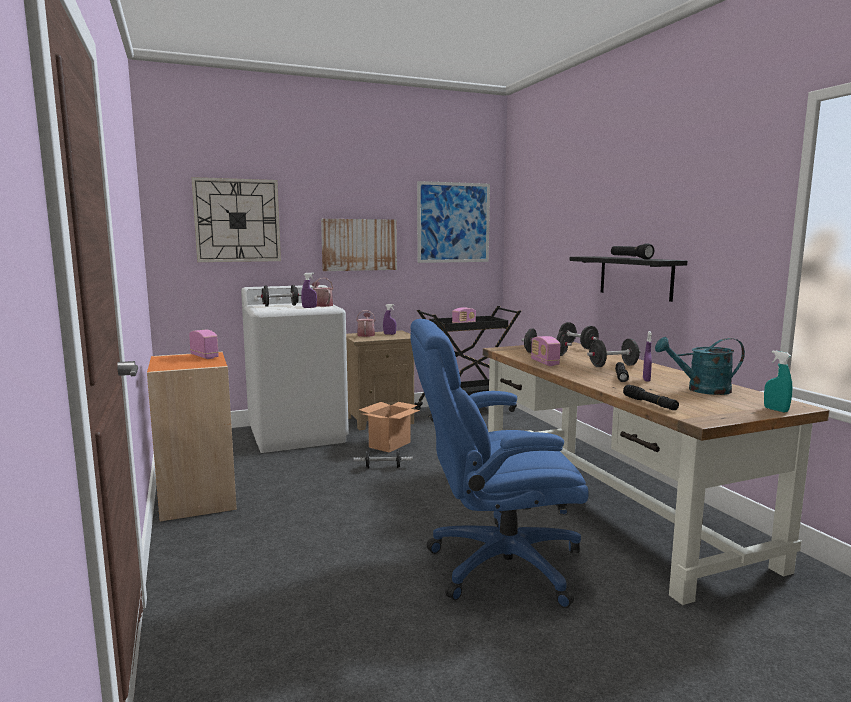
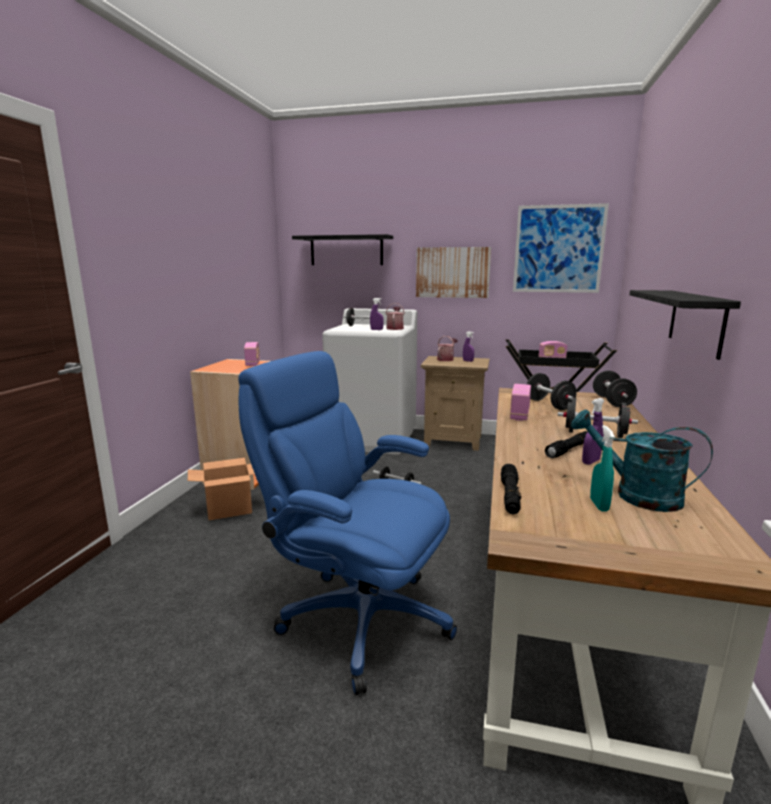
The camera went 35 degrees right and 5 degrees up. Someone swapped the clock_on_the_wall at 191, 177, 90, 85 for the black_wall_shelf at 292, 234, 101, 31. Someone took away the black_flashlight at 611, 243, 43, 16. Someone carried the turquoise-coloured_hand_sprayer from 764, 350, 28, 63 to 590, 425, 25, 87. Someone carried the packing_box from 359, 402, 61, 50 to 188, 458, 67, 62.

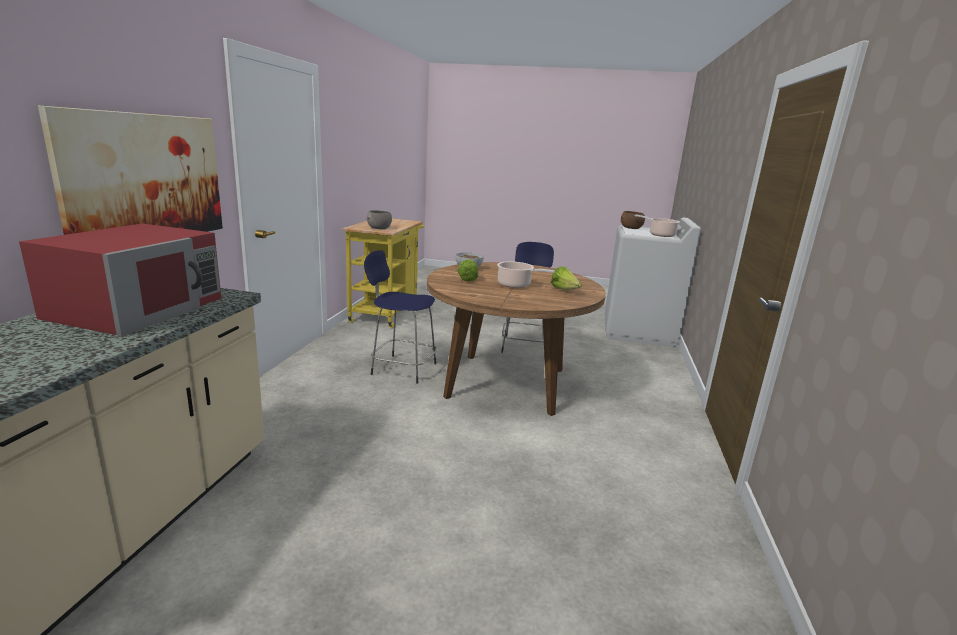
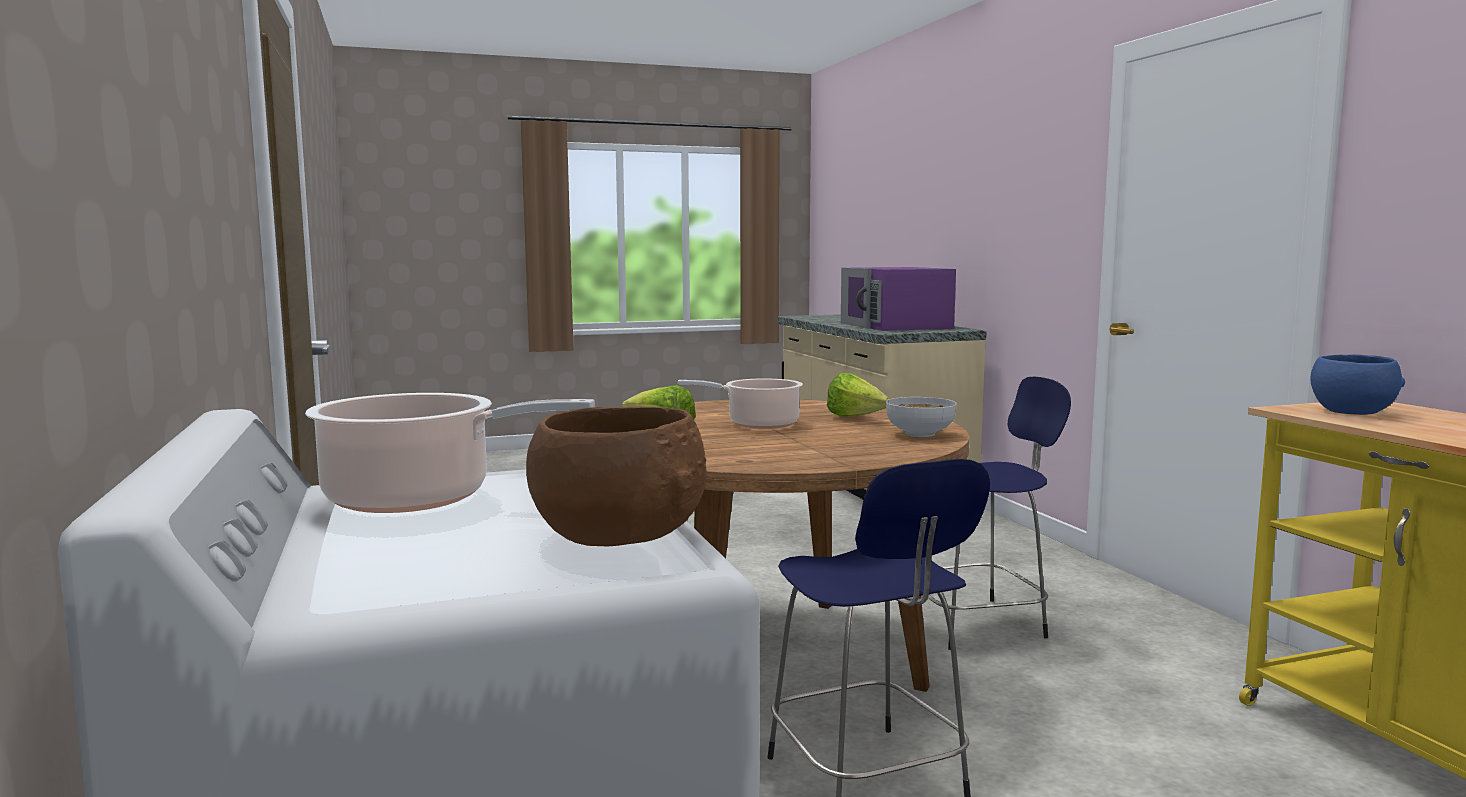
The camera went 150 degrees right and 10 degrees down. Someone took away the picture at 38, 106, 185, 129. Someone repainted the grey_bowl at 367, 210, 25, 19, which became the blue_bowl at 1310, 354, 95, 61. Someone repainted the red_microwave at 19, 223, 202, 113, which became the purple_microwave at 841, 267, 115, 64.

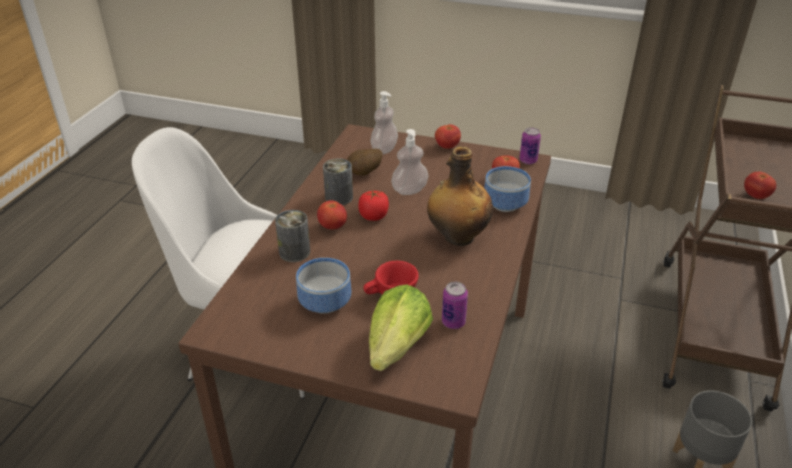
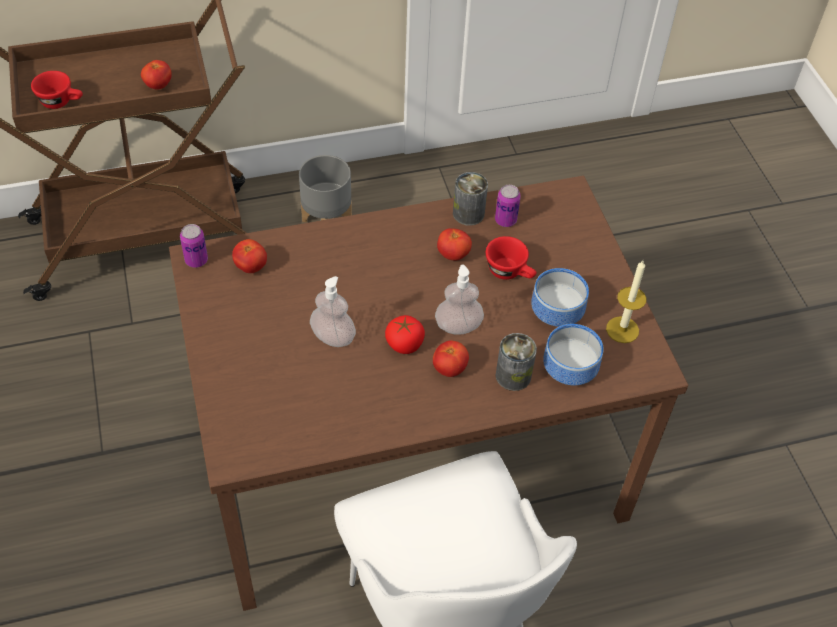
The camera went 125 degrees left and 15 degrees up. Someone carried the soap_dispenser from 371, 91, 27, 63 to 435, 265, 49, 70. Someone carried the whole_tomato from 435, 124, 26, 25 to 437, 228, 35, 33. Someone took away the drink_bottle at 427, 147, 66, 99. Someone took away the whole_potato at 347, 149, 35, 26. Someone carried the can from 323, 158, 30, 47 to 453, 172, 35, 54. Someone carried the bowl from 484, 166, 47, 46 to 543, 324, 61, 61. Someone took away the lettuce_head at 369, 284, 64, 87. Someone put down the red_drinking_cup at 31, 71, 52, 38. Someone put down the wax_candle at 606, 260, 41, 83.

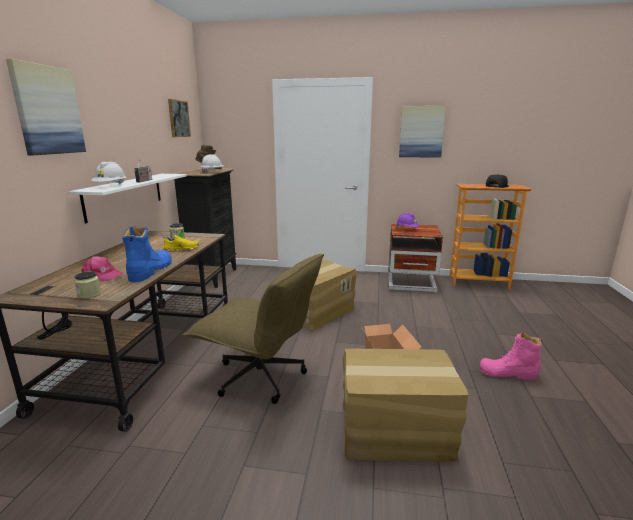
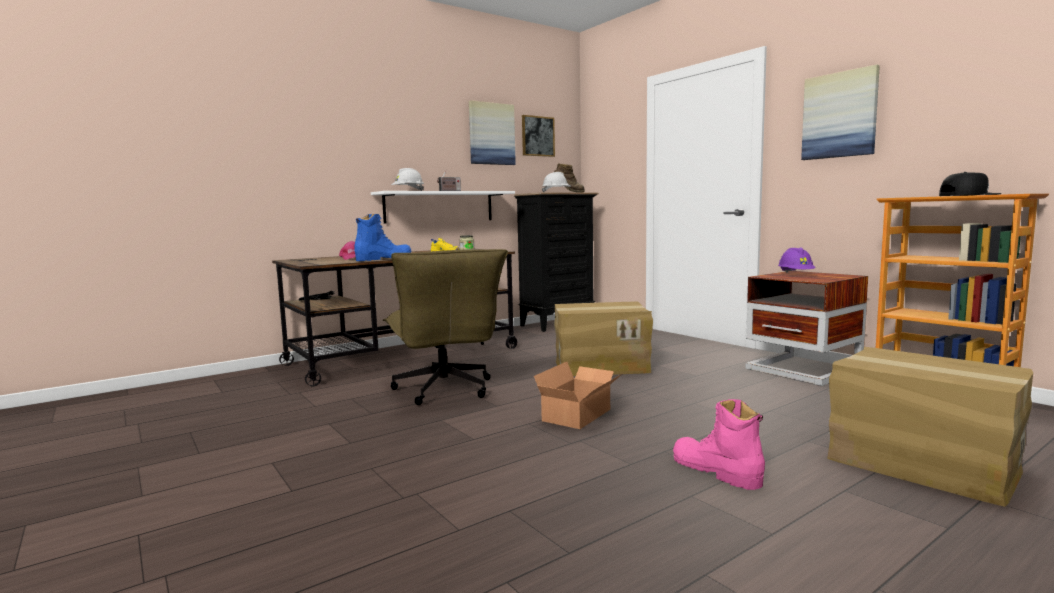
The camera went 45 degrees right and 10 degrees down. Someone carried the picture from 6, 59, 80, 96 to 469, 100, 47, 65. Someone took away the jar at 74, 271, 27, 28. Someone carried the packing_box from 343, 349, 125, 113 to 827, 347, 206, 160.

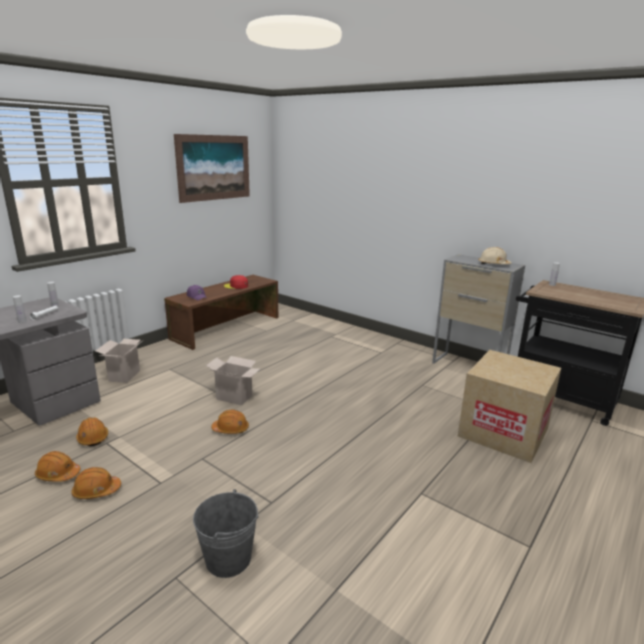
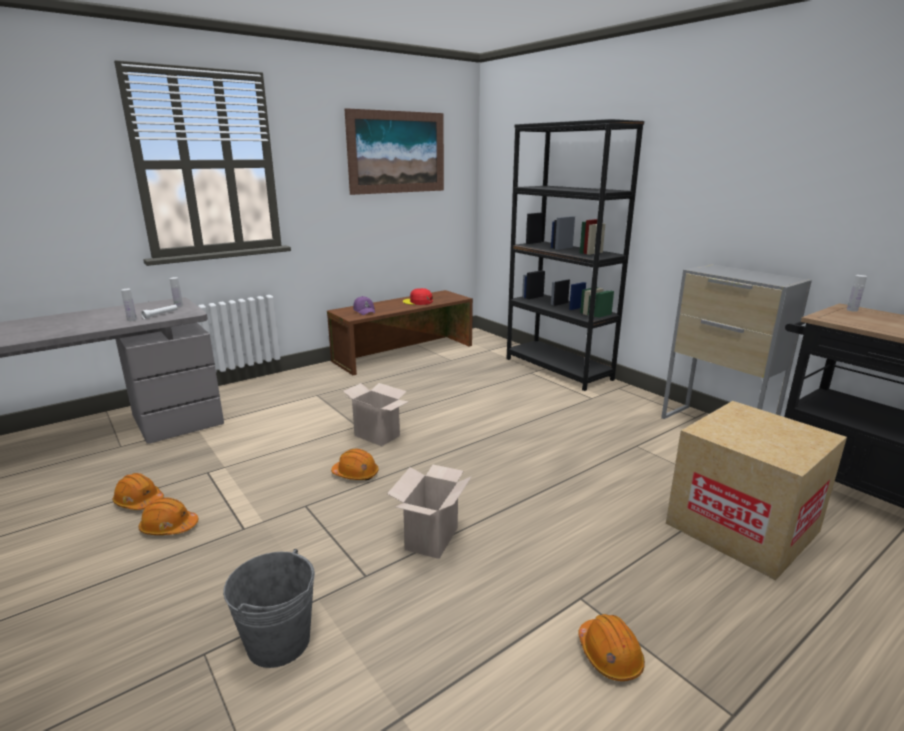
The camera went 15 degrees right and 0 degrees up. Someone took away the sand-coloured_hard_hat at 478, 247, 34, 17. Someone carried the packing_box from 96, 339, 46, 44 to 387, 465, 85, 94. Someone carried the orangey_hard_hat from 76, 417, 32, 29 to 578, 614, 67, 67. Someone put down the black_bookcase at 507, 119, 137, 272.

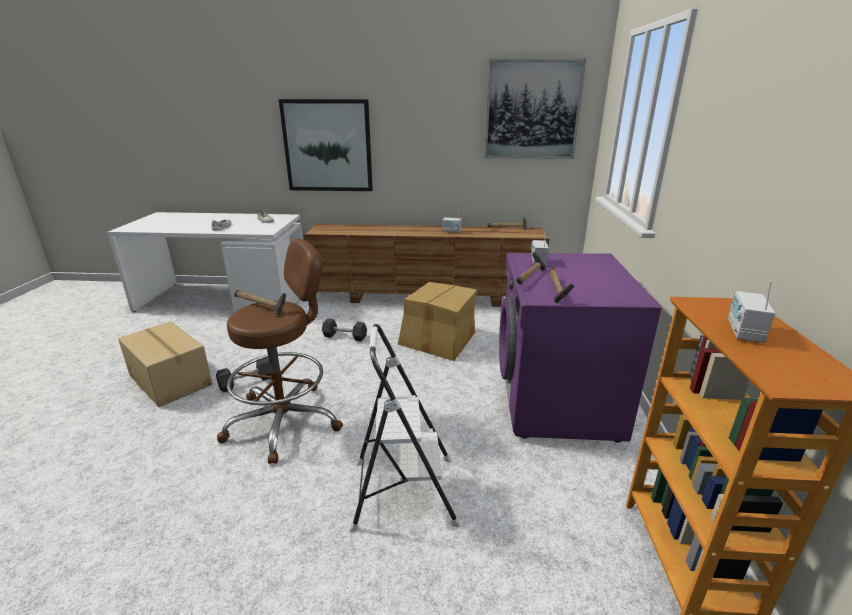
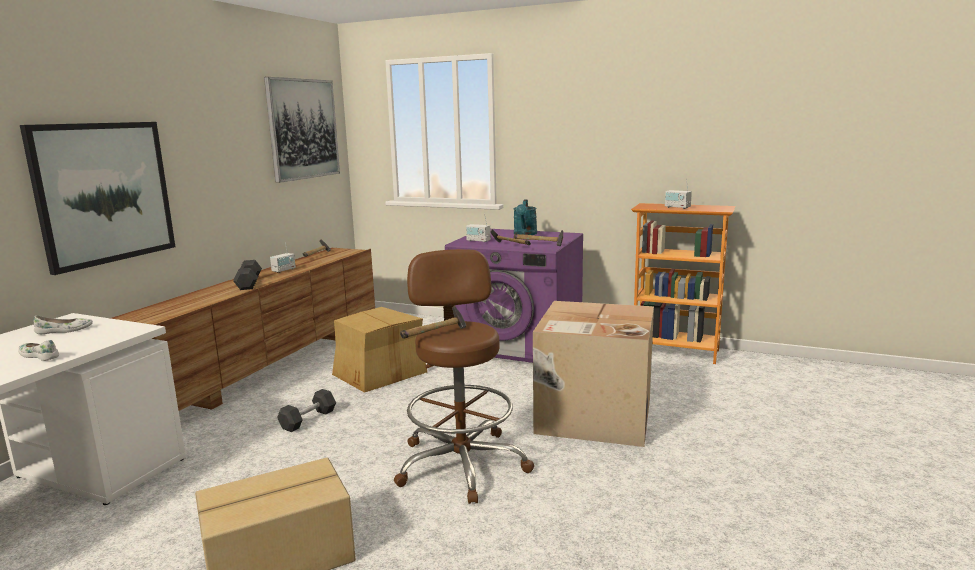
The camera went 70 degrees left and 10 degrees down. Someone swapped the white-coloured_stepladder at 348, 324, 114, 208 for the packing_box at 533, 301, 121, 146. Someone carried the black_free_weight from 216, 358, 55, 35 to 233, 260, 29, 30. Someone put down the turquoise-coloured_watering_can at 514, 200, 23, 35.

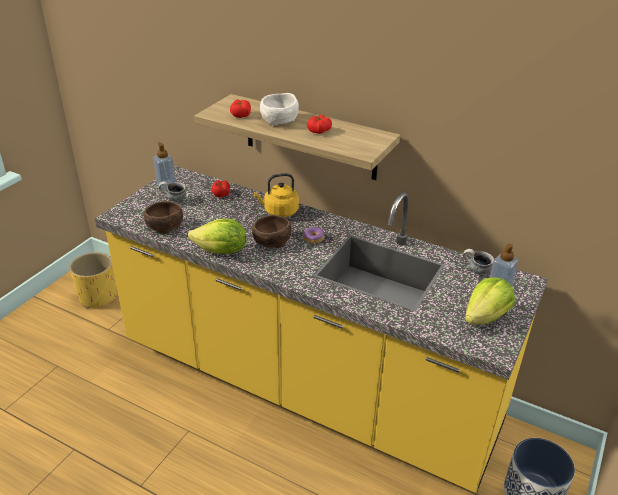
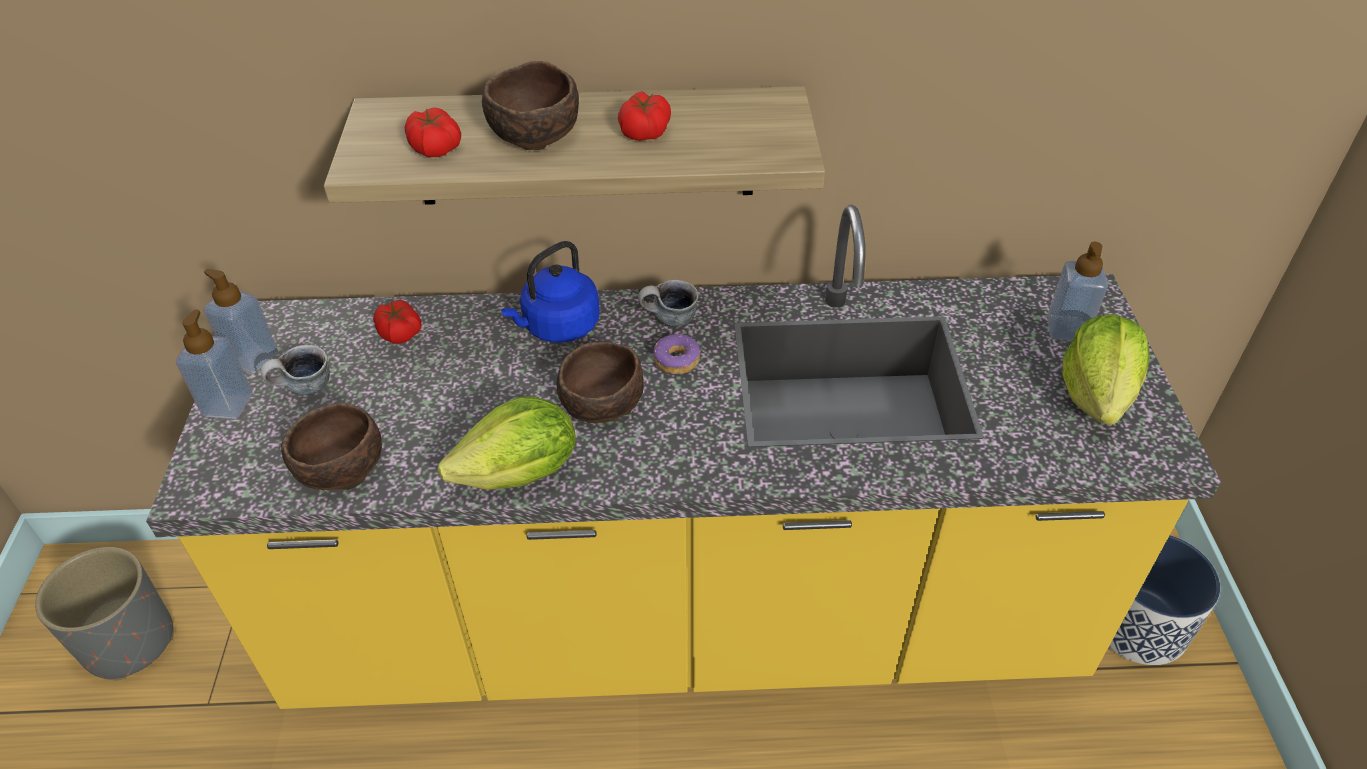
The camera went 30 degrees left and 10 degrees up. Someone repainted the white-coloured_bowl at 260, 93, 39, 33, which became the brown-coloured_bowl at 482, 61, 97, 89. Someone repainted the yellowish_kettle at 254, 173, 45, 44, which became the blue_kettle at 501, 241, 99, 102. Someone carried the coffee_mug from 463, 249, 31, 25 to 638, 280, 61, 47. Someone repainted the yellowish_planter at 70, 252, 47, 56, which became the grey_planter at 35, 547, 139, 133. Someone put down the soap_dispenser at 176, 310, 76, 109.

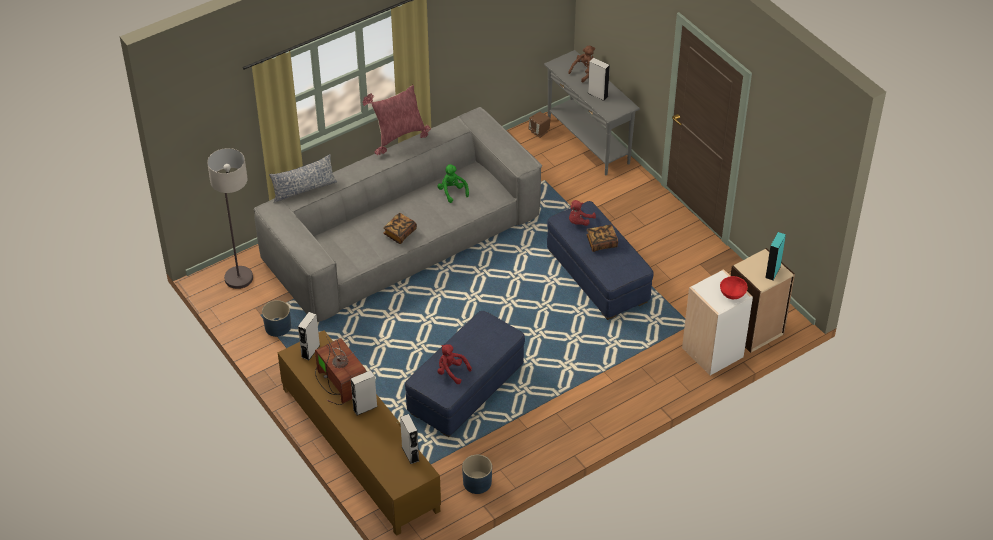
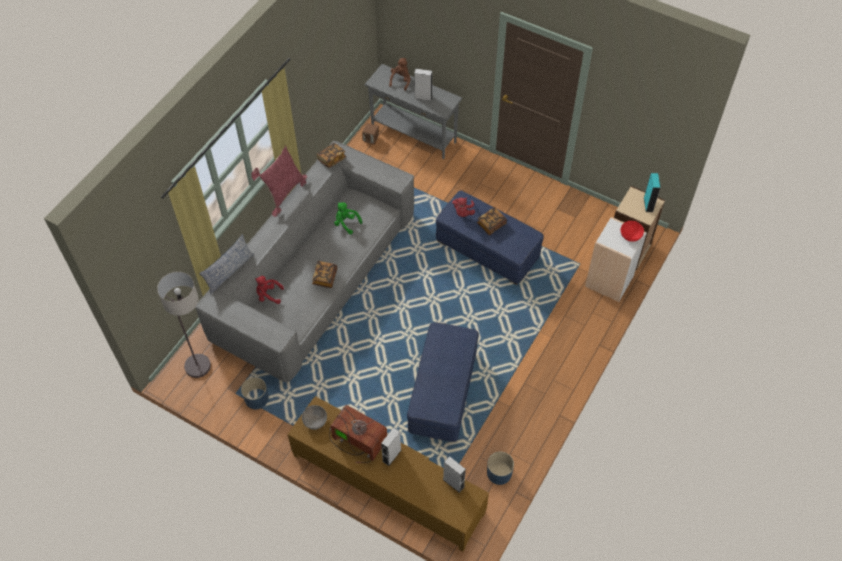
The camera went 25 degrees left and 10 degrees up. Someone swapped the grey_loudspeaker at 298, 312, 22, 48 for the grey_bowl at 302, 405, 25, 25. Someone carried the red_cuddly_toy from 438, 344, 34, 40 to 255, 276, 29, 28. Someone put down the volume at 317, 143, 29, 25.

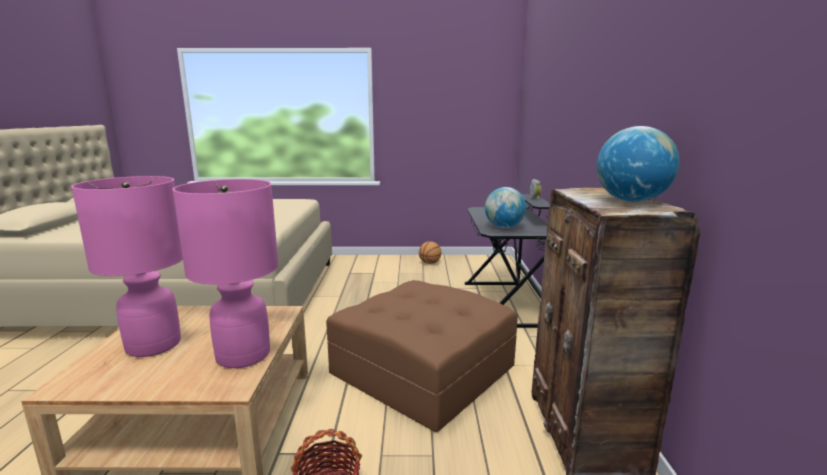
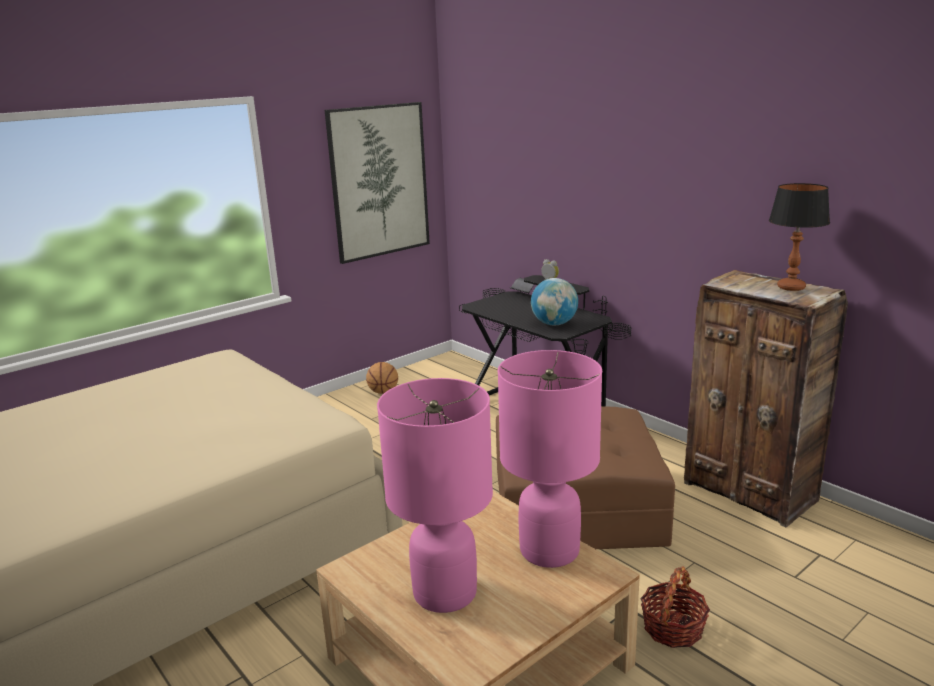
The camera went 40 degrees left and 5 degrees up. Someone swapped the world_globe at 596, 126, 84, 76 for the lamp_for_a_table at 769, 183, 61, 108. Someone put up the picture at 325, 102, 105, 162.

